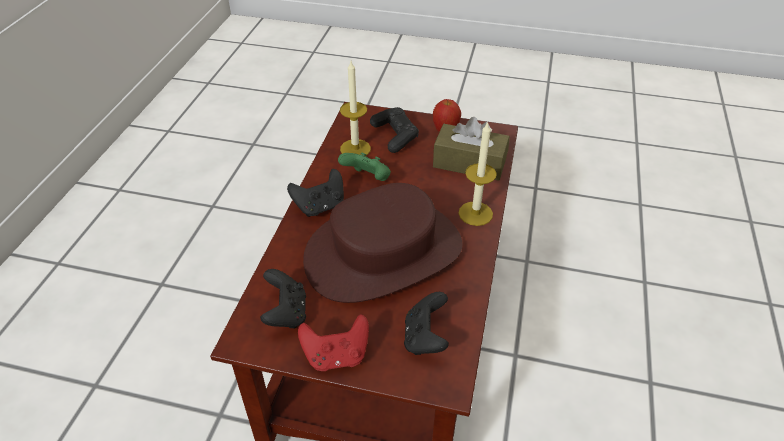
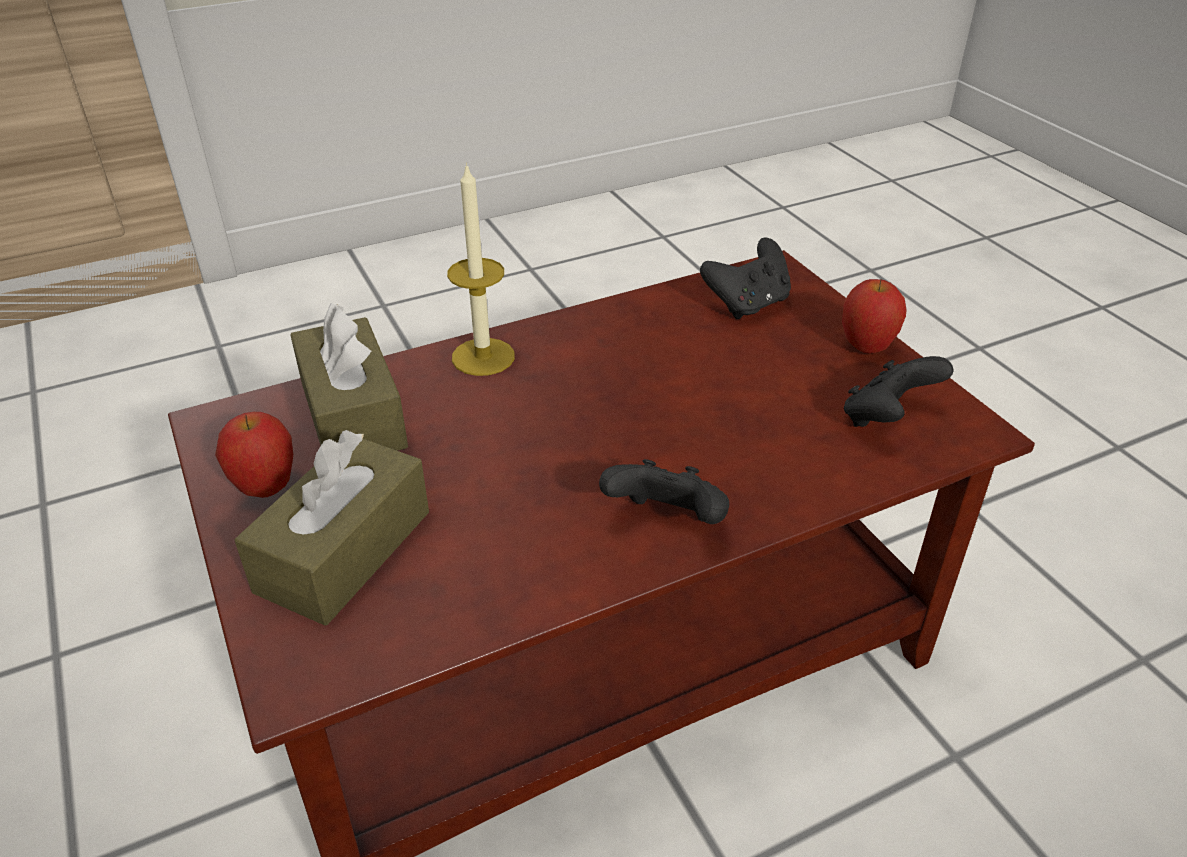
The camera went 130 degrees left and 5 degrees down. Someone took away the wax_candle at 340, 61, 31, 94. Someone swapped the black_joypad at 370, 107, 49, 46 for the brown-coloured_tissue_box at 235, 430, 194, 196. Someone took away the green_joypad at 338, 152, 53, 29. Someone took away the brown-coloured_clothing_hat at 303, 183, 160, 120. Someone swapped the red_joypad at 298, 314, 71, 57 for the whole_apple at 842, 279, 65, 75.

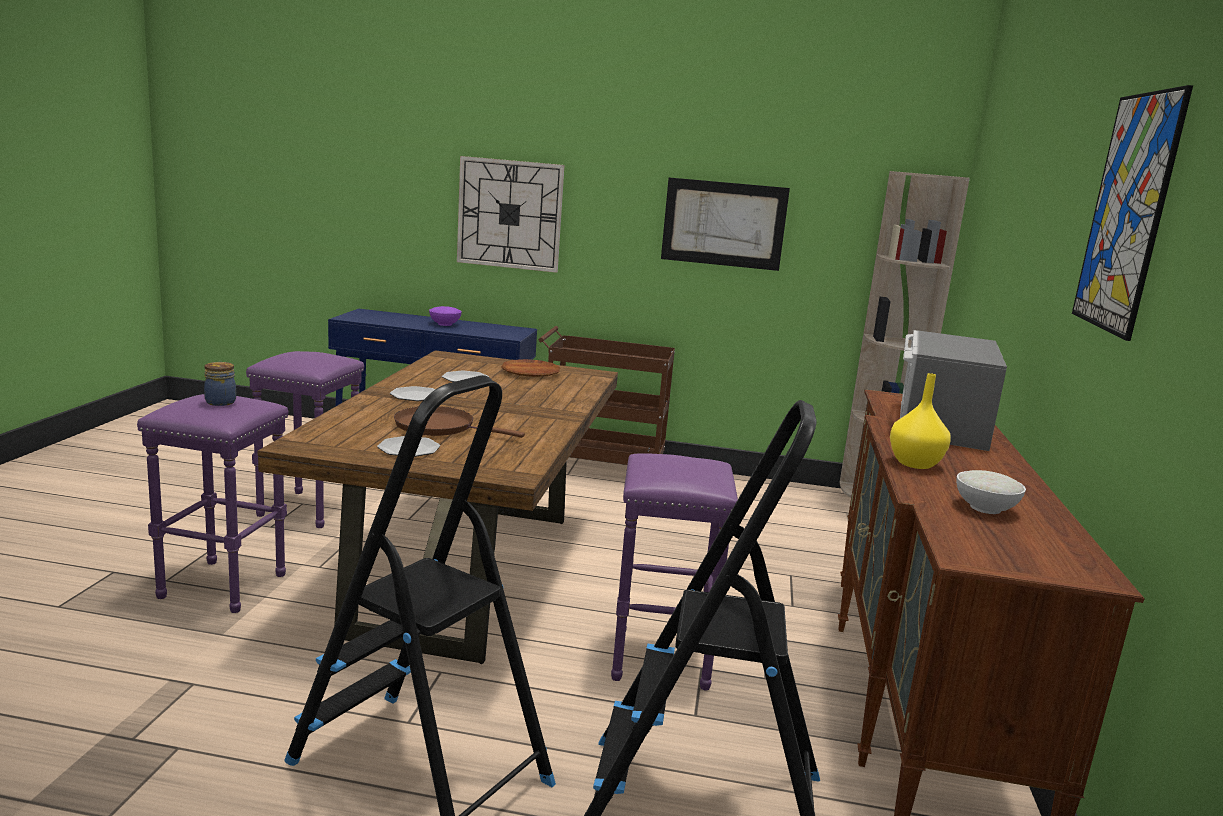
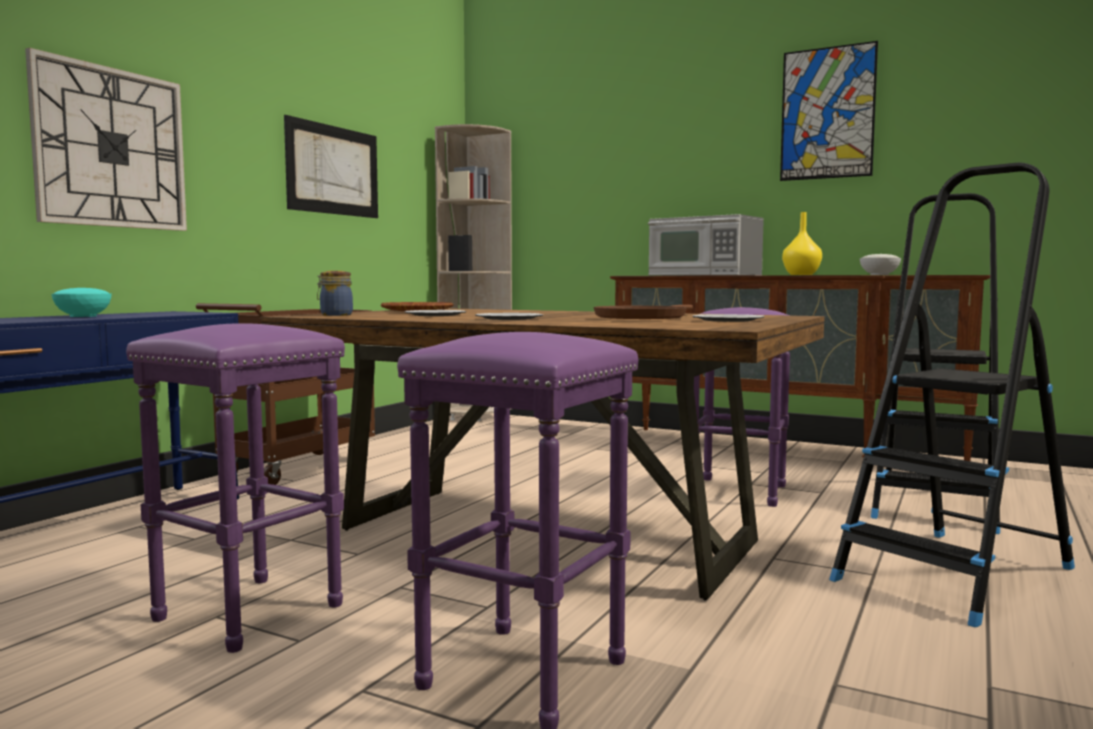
The camera went 70 degrees left and 10 degrees down. Someone repainted the purple_bowl at 429, 306, 33, 20, which became the turquoise-coloured_bowl at 51, 288, 61, 29. Someone carried the jar from 204, 362, 32, 44 to 317, 271, 36, 45.

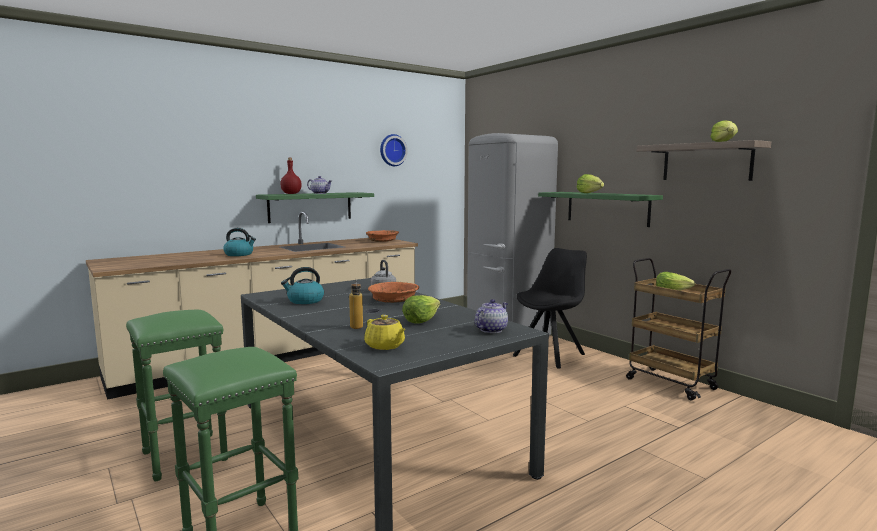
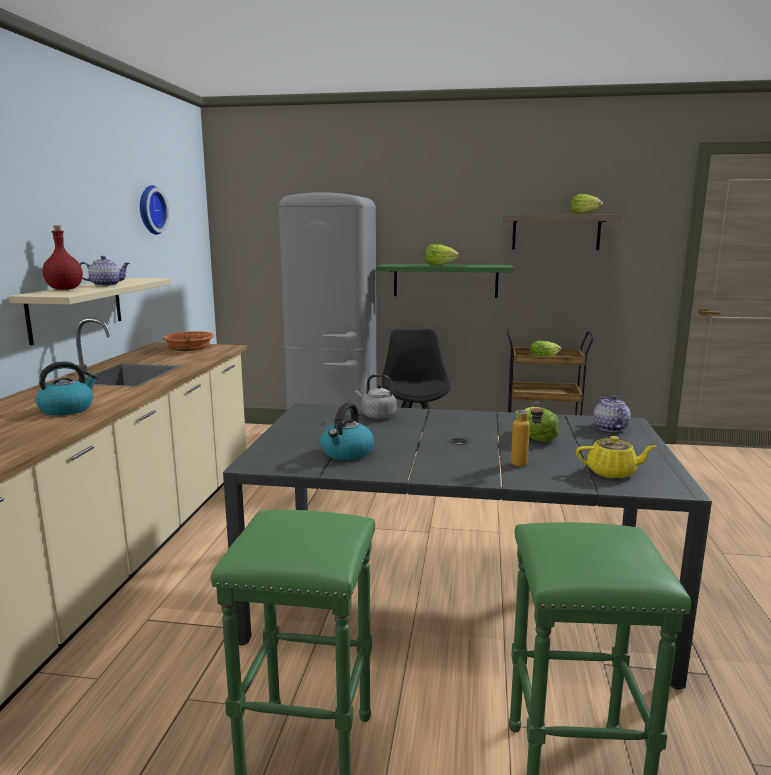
The camera went 45 degrees left and 5 degrees up. Someone repainted the green_wall_shelf at 256, 192, 118, 31, which became the sand-coloured_wall_shelf at 8, 278, 163, 67. Someone took away the orangey_bowl at 368, 282, 51, 21.

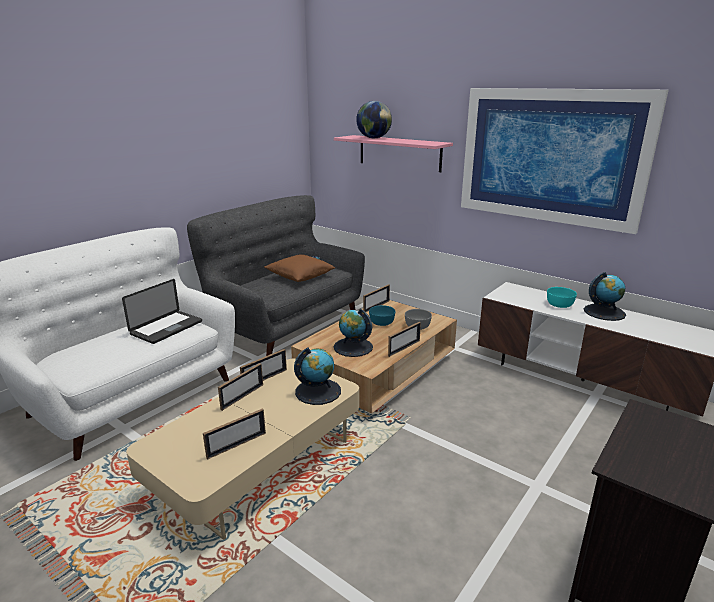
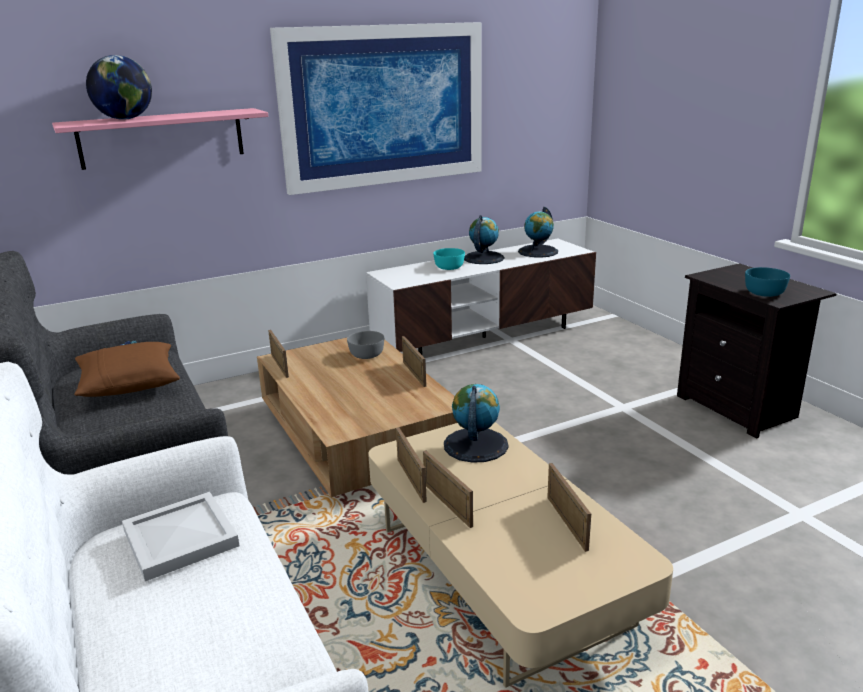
The camera went 65 degrees left and 0 degrees up. Someone swapped the notebook_computer at 122, 279, 80, 65 for the white-coloured_tray at 122, 492, 118, 89. Someone carried the turquoise-coloured_bowl from 369, 305, 27, 21 to 745, 267, 45, 30. Someone carried the world_globe from 334, 309, 39, 48 to 518, 207, 40, 51.

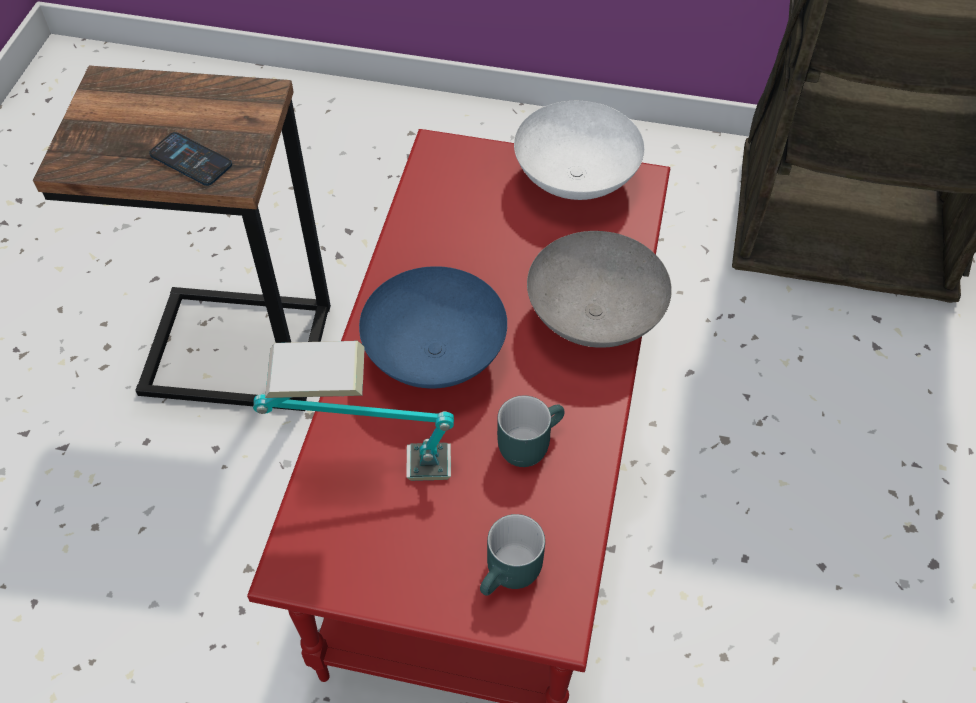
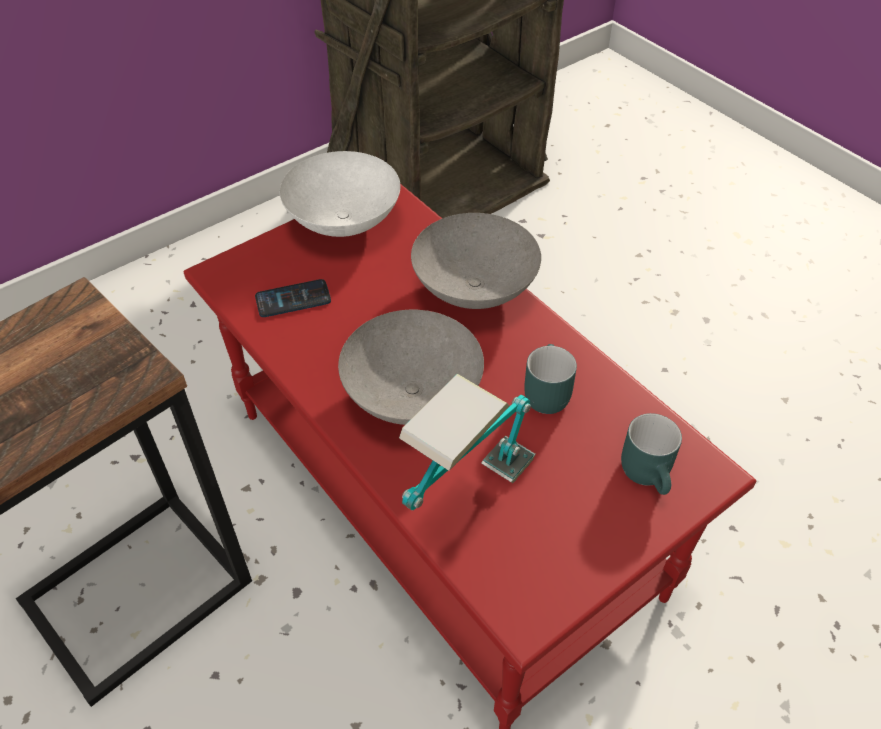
The camera went 50 degrees left and 5 degrees down. Someone carried the telephone from 149, 132, 83, 54 to 255, 279, 76, 38. Someone repainted the blue_bowl at 359, 266, 148, 123, which became the grey_bowl at 338, 310, 146, 115.

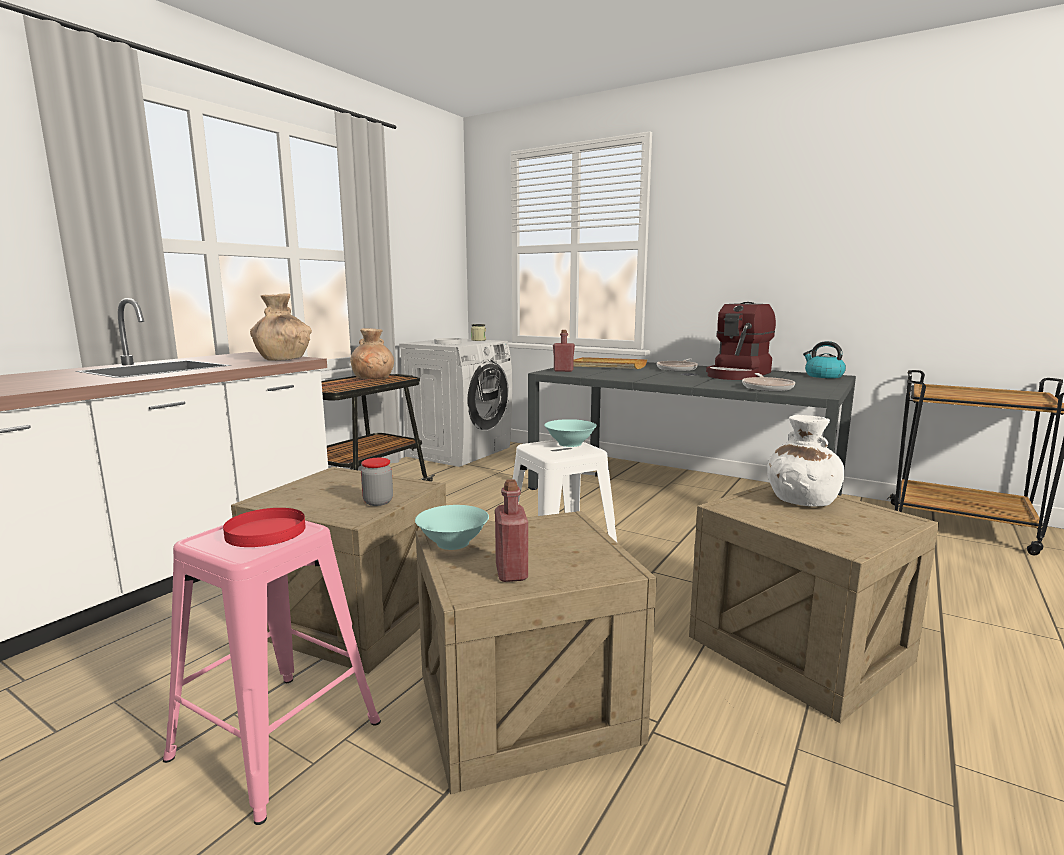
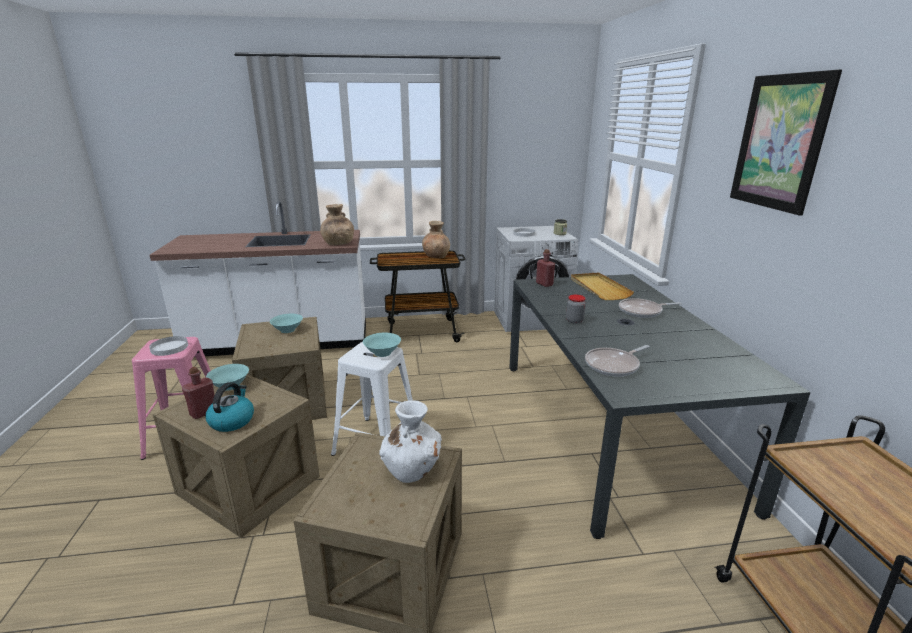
The camera went 50 degrees right and 10 degrees up. Someone took away the coffee_machine at 706, 302, 70, 78. Someone carried the kettle from 803, 341, 43, 37 to 206, 382, 48, 50. Someone carried the jar from 361, 458, 32, 48 to 566, 295, 20, 29. Someone repainted the red_plate at 223, 508, 82, 39, which became the white-coloured_plate at 149, 336, 39, 20. Someone put up the picture at 730, 69, 112, 147. Someone put down the turquoise-coloured_bowl at 270, 314, 33, 19.

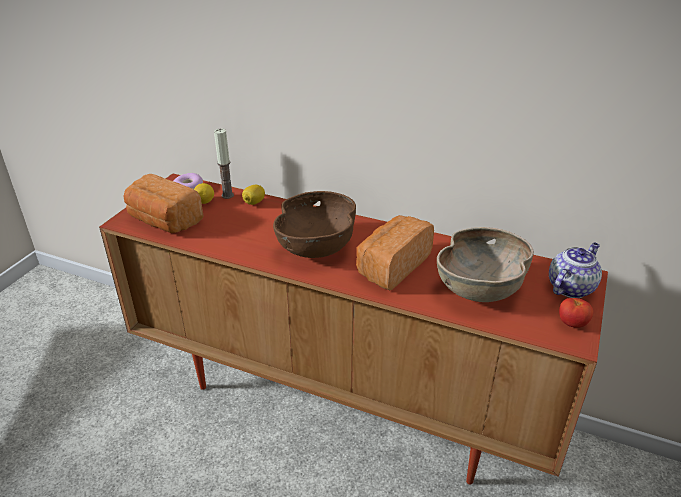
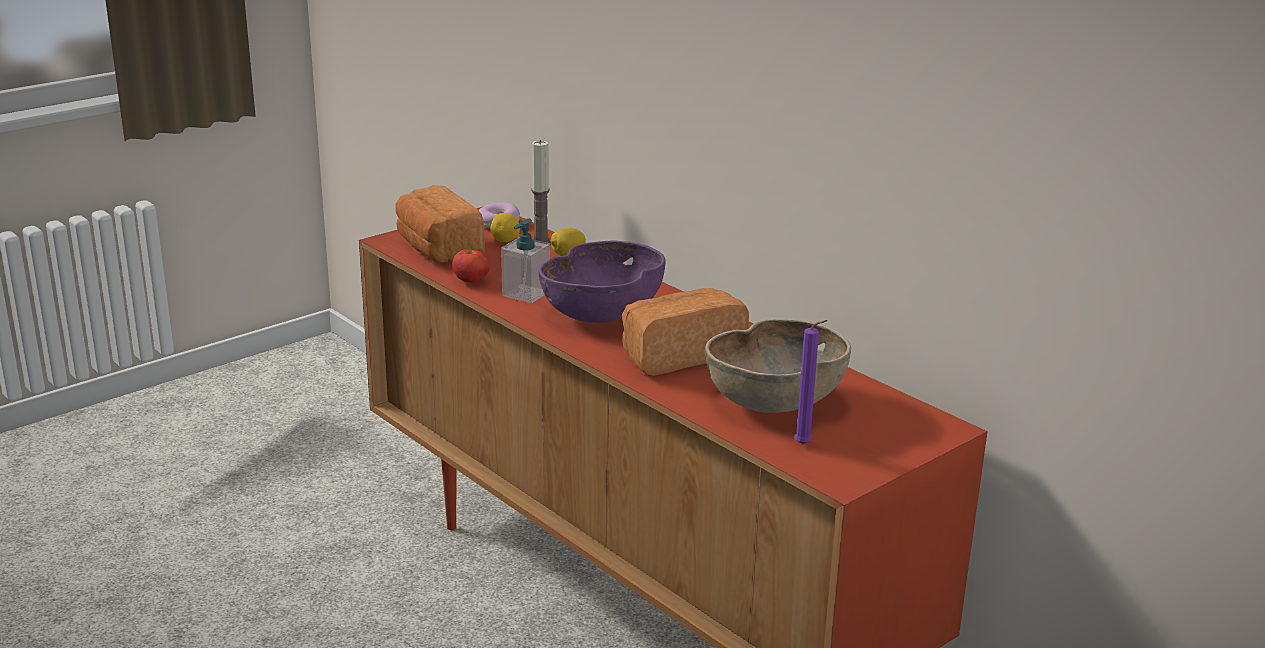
The camera went 25 degrees right and 10 degrees down. Someone repainted the brown-coloured_bowl at 273, 191, 83, 67, which became the purple_bowl at 538, 240, 128, 83. Someone took away the pot_for_tea at 549, 243, 53, 55. Someone carried the whole_tomato from 559, 298, 34, 30 to 452, 249, 38, 34. Someone put down the soap_dispenser at 501, 218, 49, 85. Someone put down the purple_wax_candle at 795, 320, 33, 124.

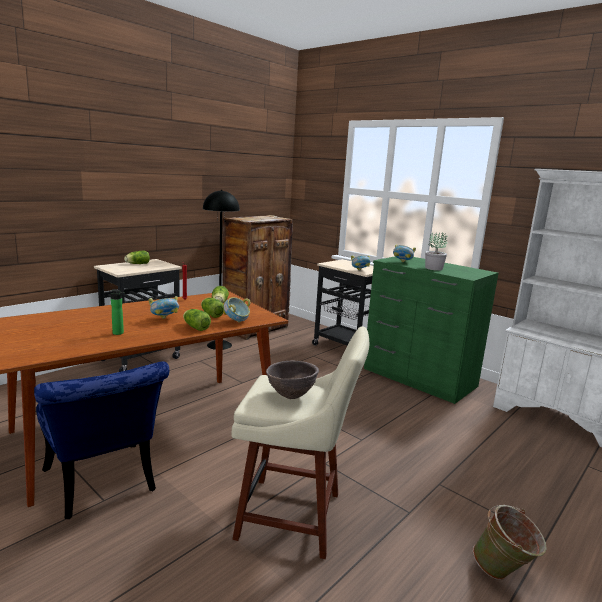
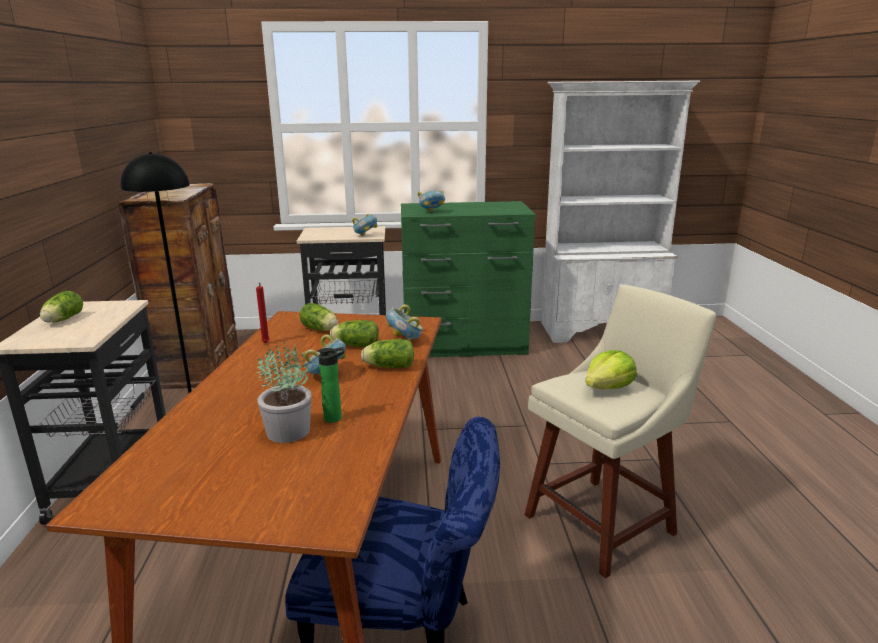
The camera went 45 degrees left and 5 degrees up. Someone carried the plant_in_a_pot from 425, 232, 22, 39 to 257, 342, 55, 101. Someone swapped the brown-coloured_bowl at 266, 360, 53, 39 for the lettuce_head at 585, 350, 52, 39. Someone took away the green_bucket at 473, 505, 74, 75.

